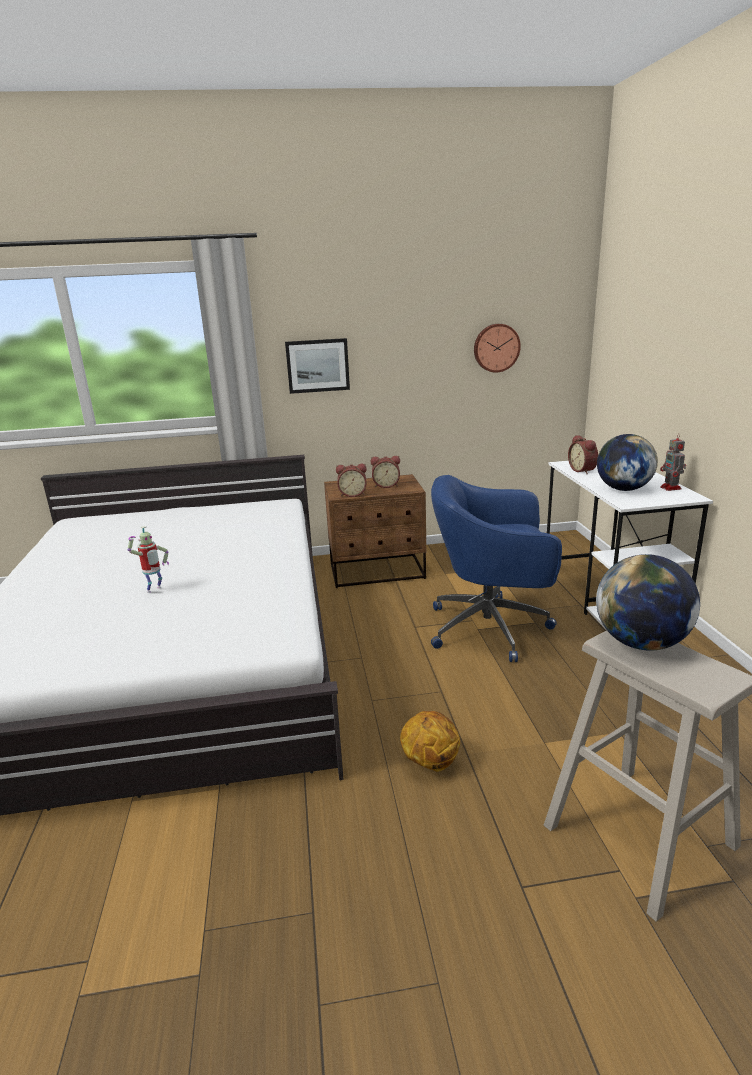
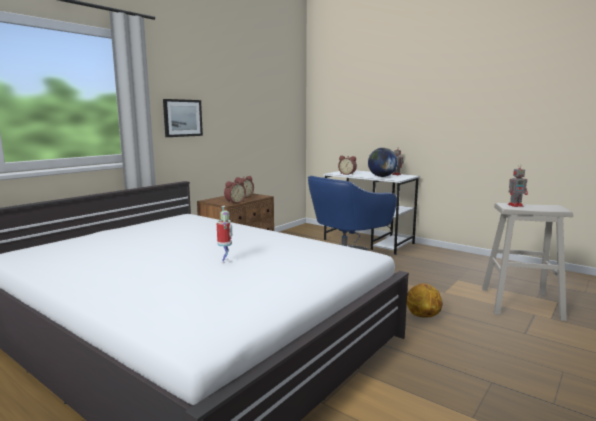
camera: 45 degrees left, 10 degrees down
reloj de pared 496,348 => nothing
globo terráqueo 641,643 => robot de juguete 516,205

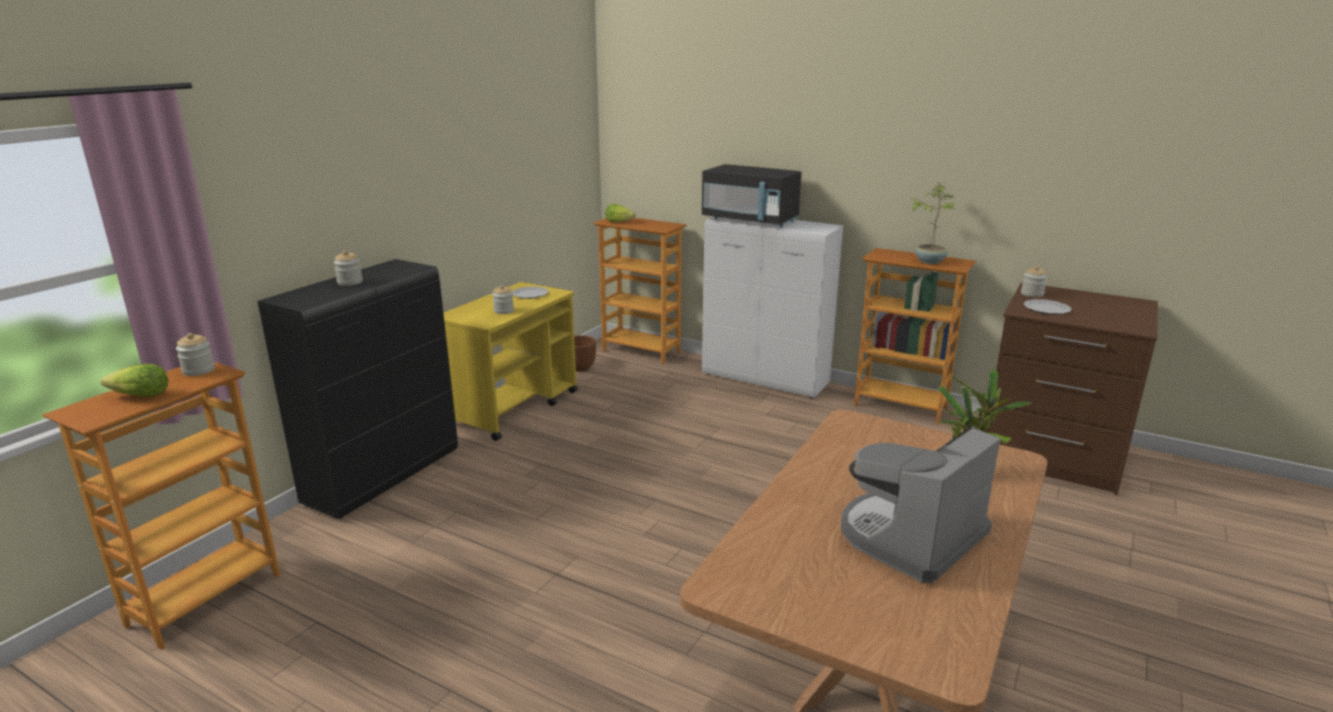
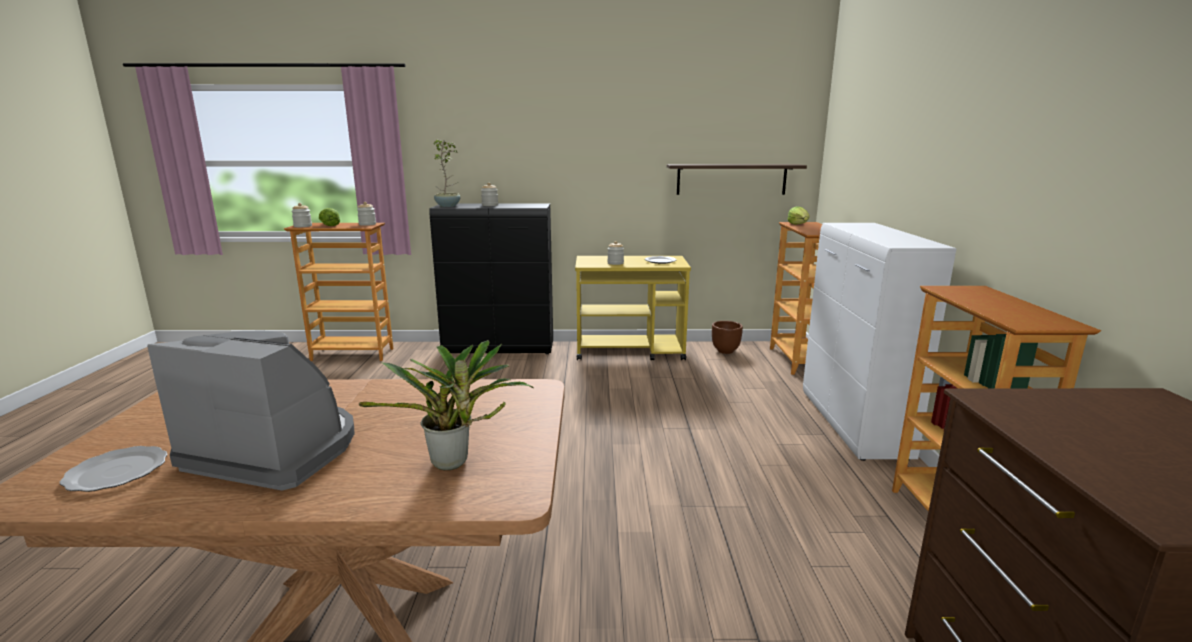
camera: 60 degrees right, 5 degrees down
microondas [negro] 750,220 => nothing
planta en maceta 929,261 => planta en maceta 448,206, relocated
tarro 1032,294 => tarro 303,226, relocated
plato 1047,309 => plato 115,472, relocated
nothing => estante 731,179

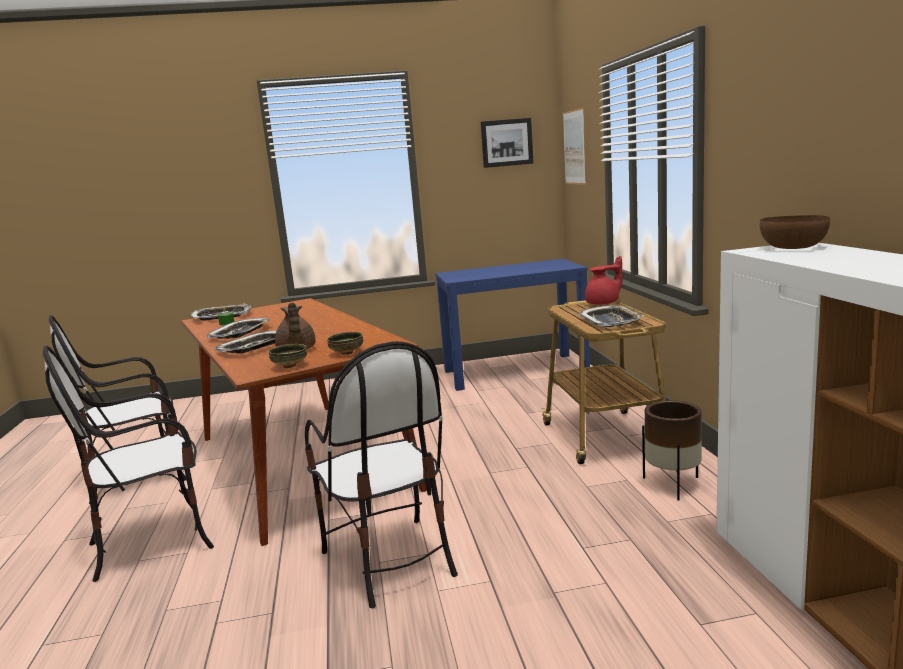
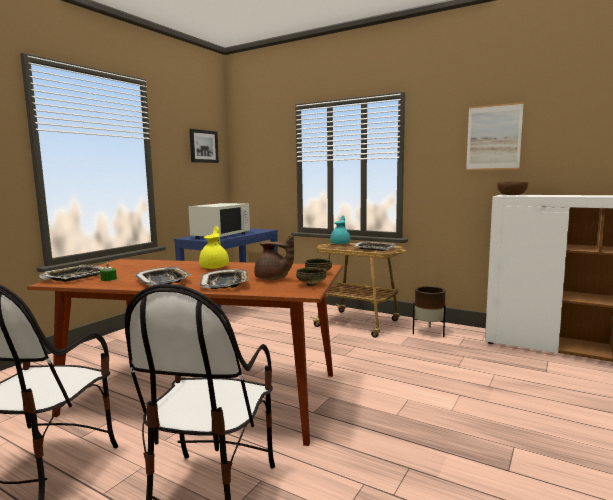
camera: 50 degrees left, 5 degrees down
cuadro 574,147 => cuadro 493,137, relocated
tetera [rojo] 604,303 => tetera [turquesa] 340,243
silla 389,560 => nothing
nothing => microondas [blanco] 221,236
nothing => tetera [amarillo] 215,267

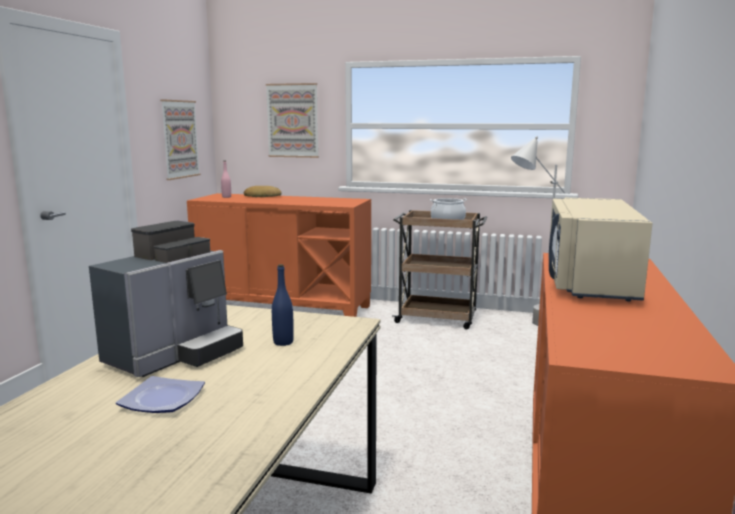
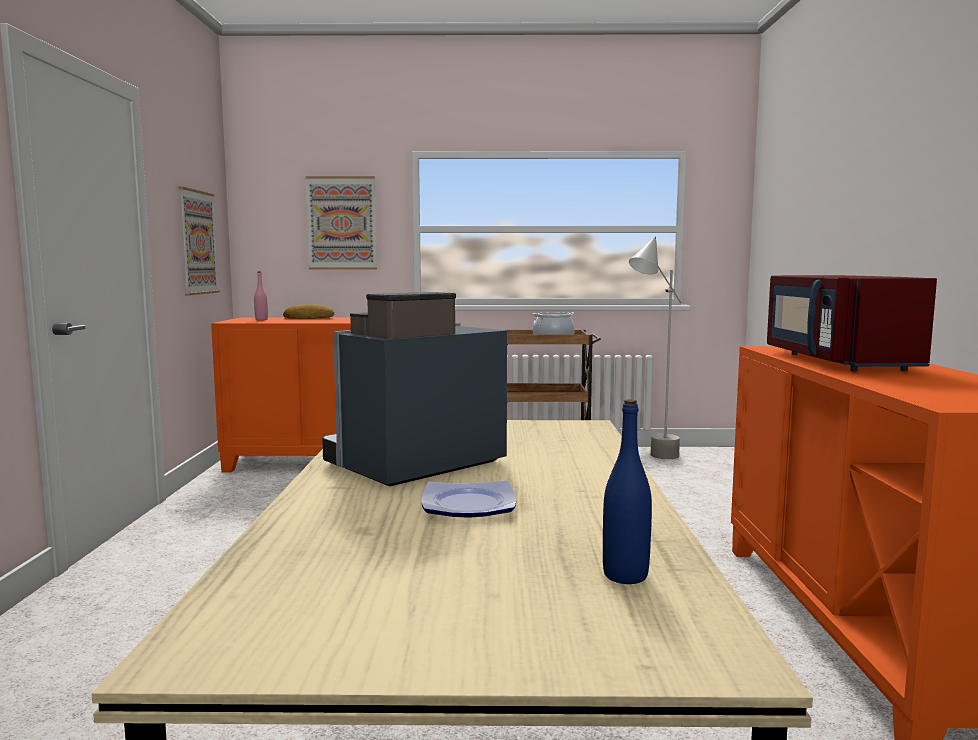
camera: 15 degrees left, 5 degrees down
microondas [beis] 588,282 => microondas [rojo] 836,361
cafetera 176,354 => cafetera 412,465, 150 degrees counterclockwise
botella [azul] 283,342 => botella [azul] 625,575, relocated

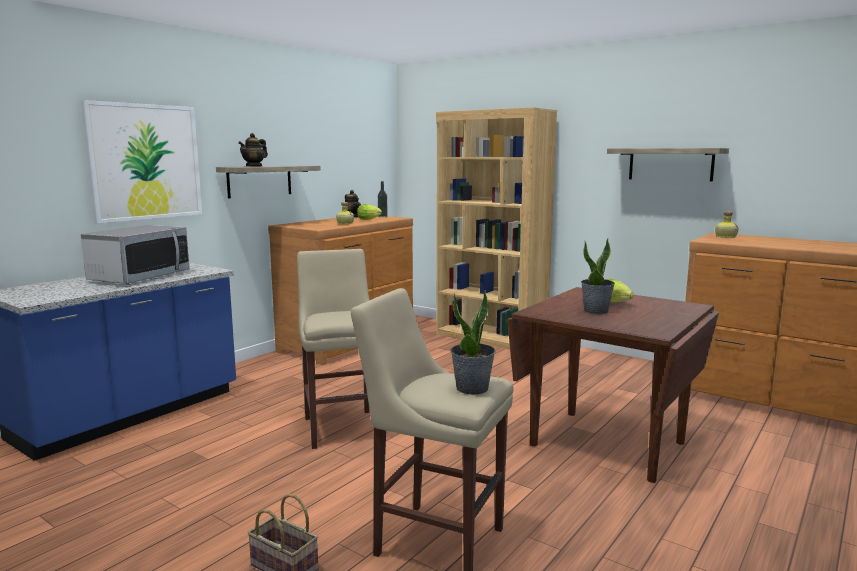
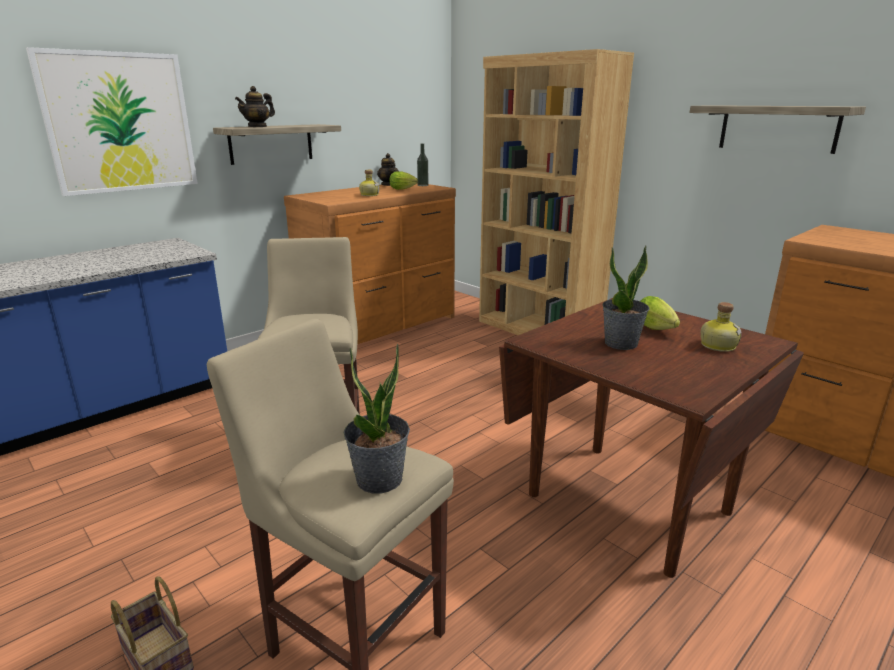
camera: 10 degrees right, 10 degrees up
botella 725,236 => botella 717,345, relocated
microondas 140,277 => nothing

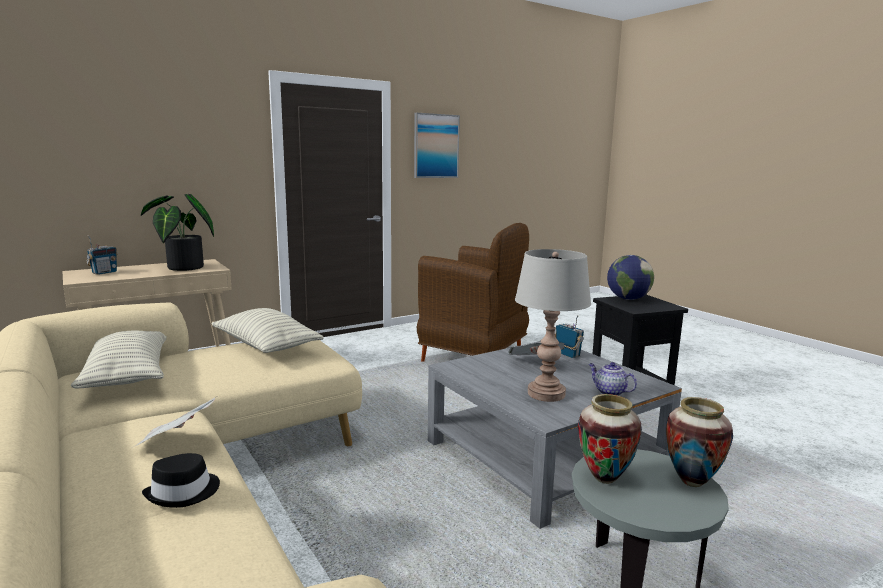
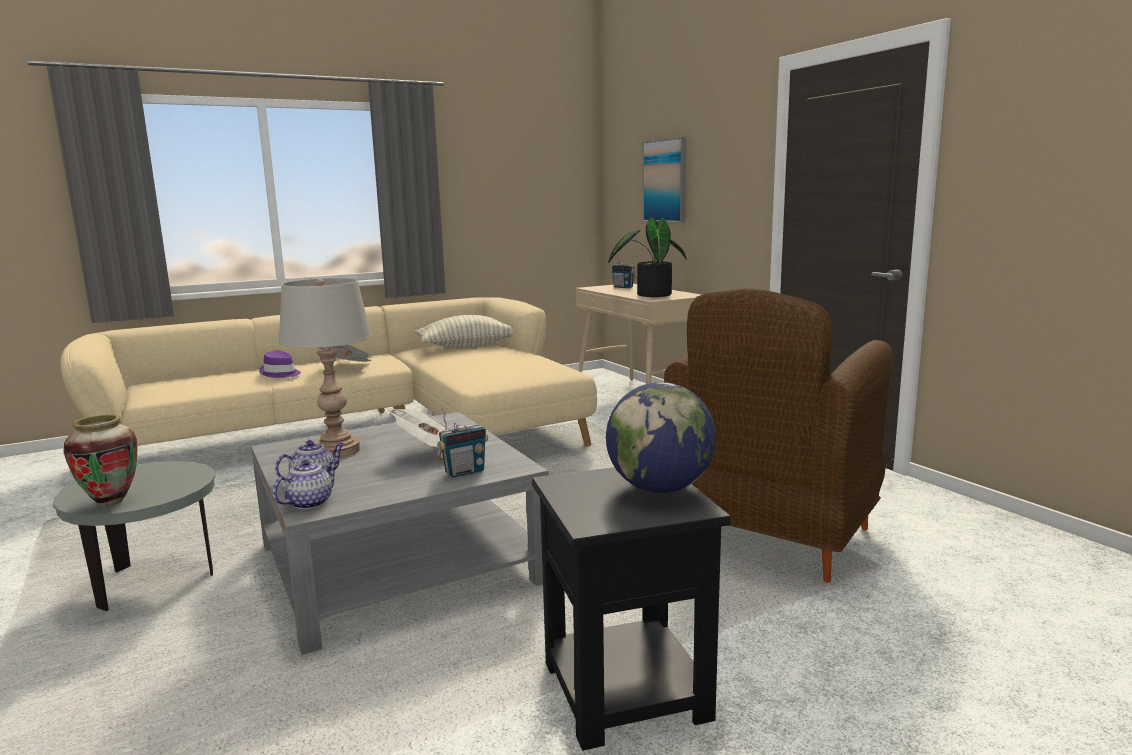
camera: 95 degrees right, 0 degrees up
cuadro 435,146 => cuadro 665,181, relocated
cojín 266,346 => nothing
florero 604,478 => nothing
sombrero [negro] 184,492 => sombrero [morado] 280,373
nothing => tetera 310,502

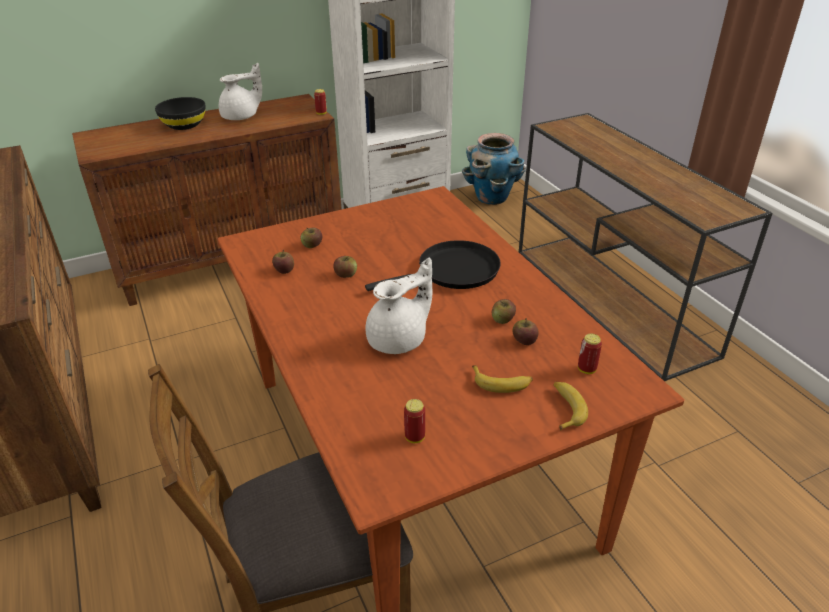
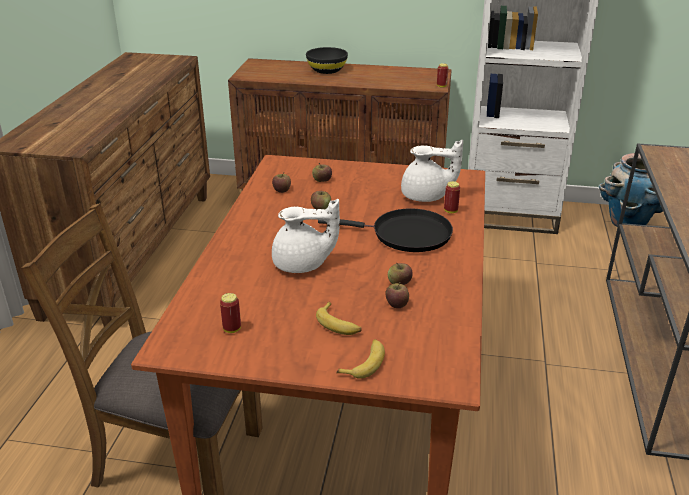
camera: 35 degrees right, 5 degrees down
tetera [blanco] 241,117 => tetera [blanco] 426,197, relocated
lata 586,369 => lata 450,211, relocated

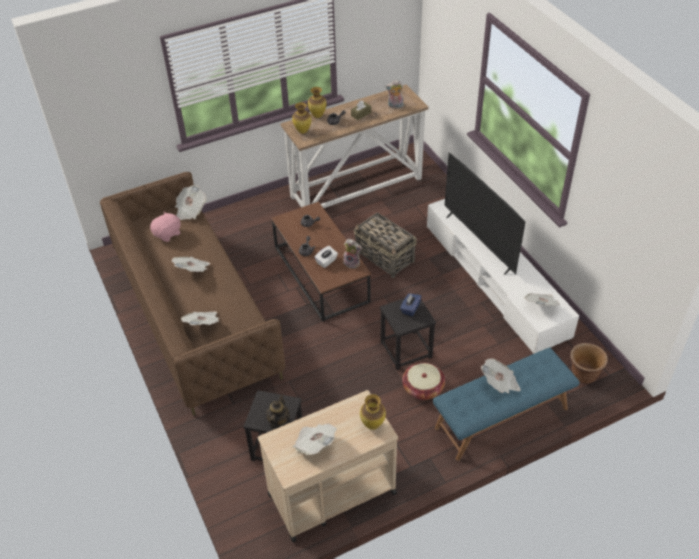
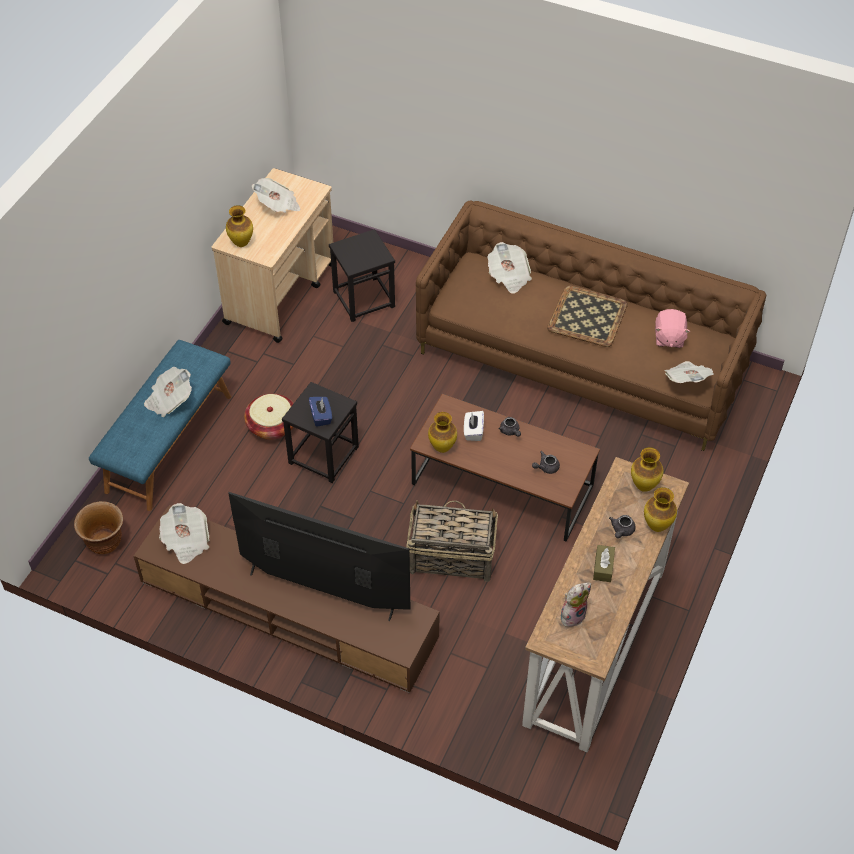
camera: 140 degrees right, 5 degrees up
mueble de televisión [blanco] 495,280 => mueble de televisión [marrón] 287,610
peluche 352,263 => florero 442,447
periódico 193,270 => bandeja 588,317
tetera 278,421 => nothing

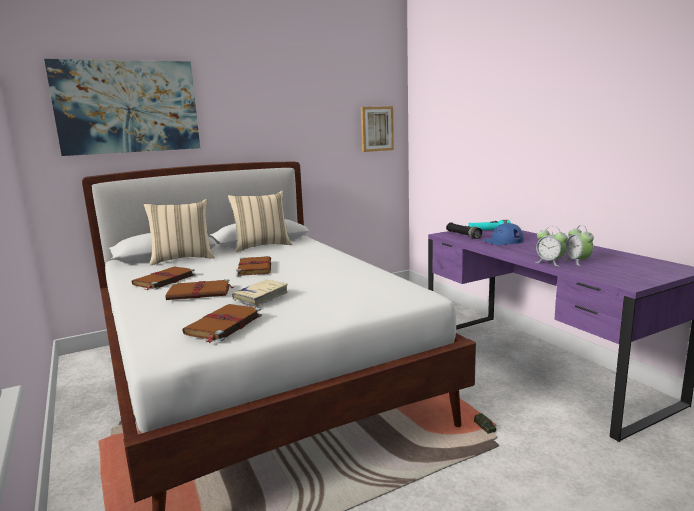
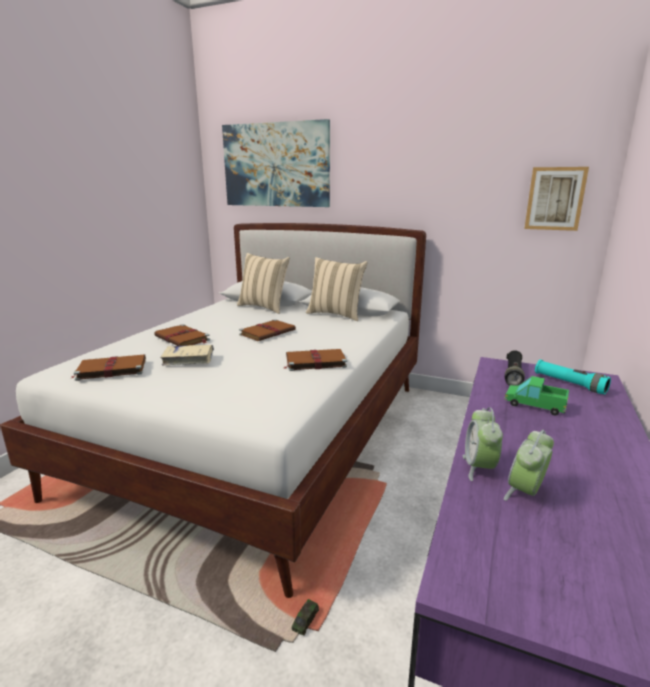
camera: 50 degrees right, 5 degrees up
gorra [azul] 502,241 => camión de juguete 534,405
libro [marrón] 164,280 => libro [marrón] 314,362, relocated

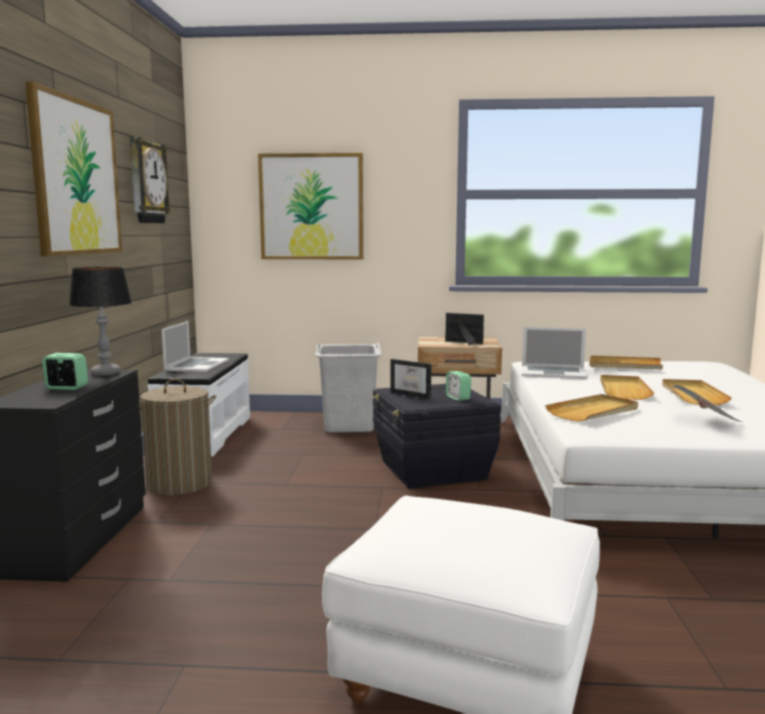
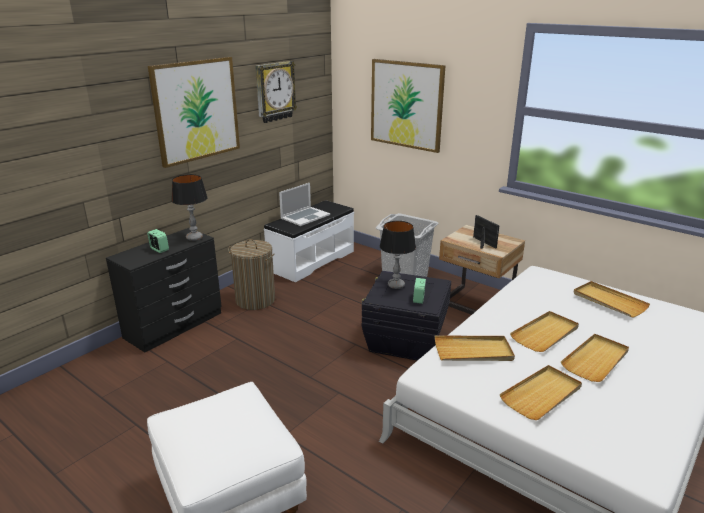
camera: 35 degrees right, 15 degrees up
portátil 553,372 => nothing
portarretratos 413,394 => lámpara de mesa 396,285
periódico 705,420 => bandeja [beis] 542,394

